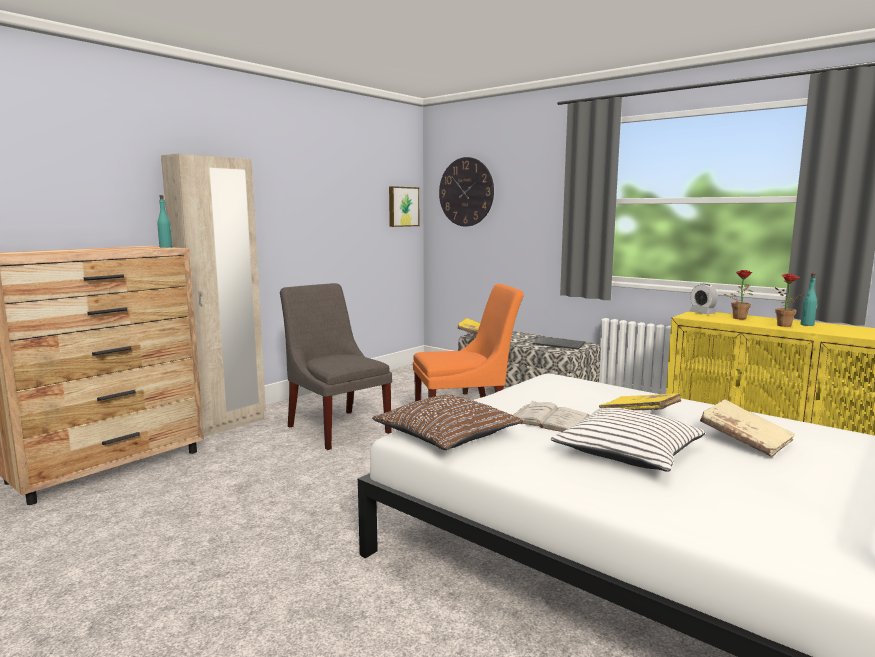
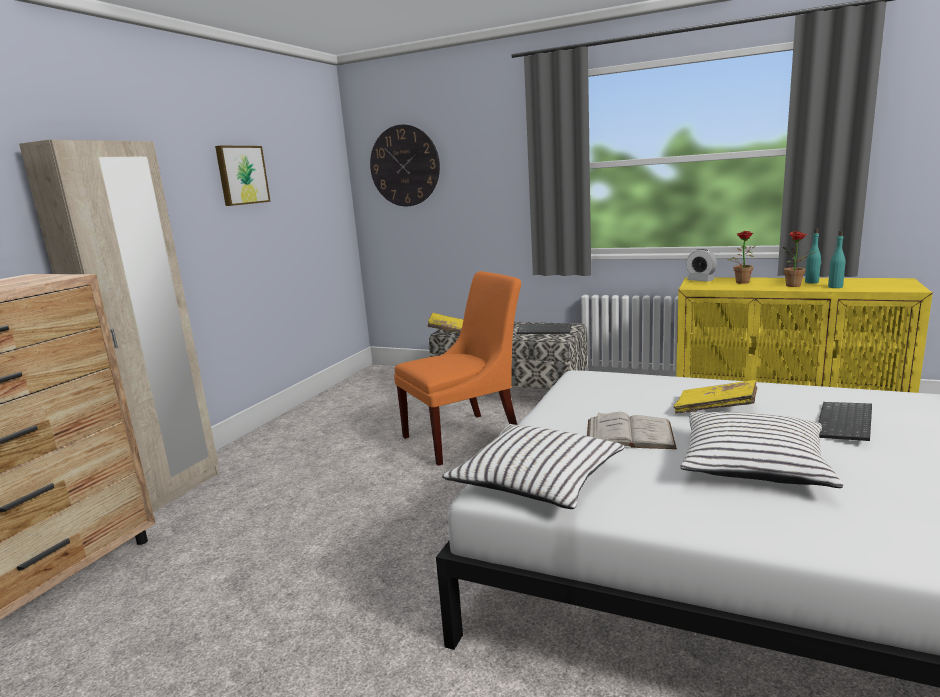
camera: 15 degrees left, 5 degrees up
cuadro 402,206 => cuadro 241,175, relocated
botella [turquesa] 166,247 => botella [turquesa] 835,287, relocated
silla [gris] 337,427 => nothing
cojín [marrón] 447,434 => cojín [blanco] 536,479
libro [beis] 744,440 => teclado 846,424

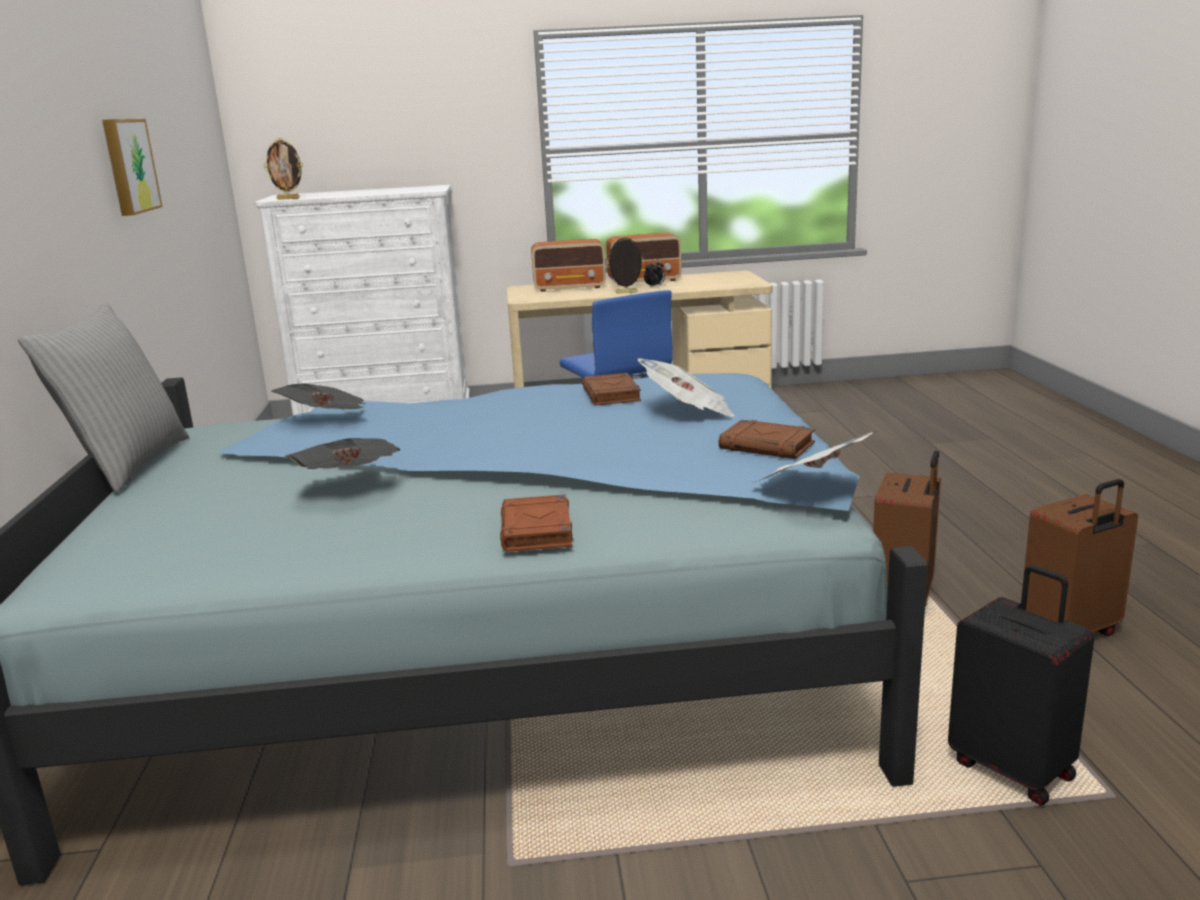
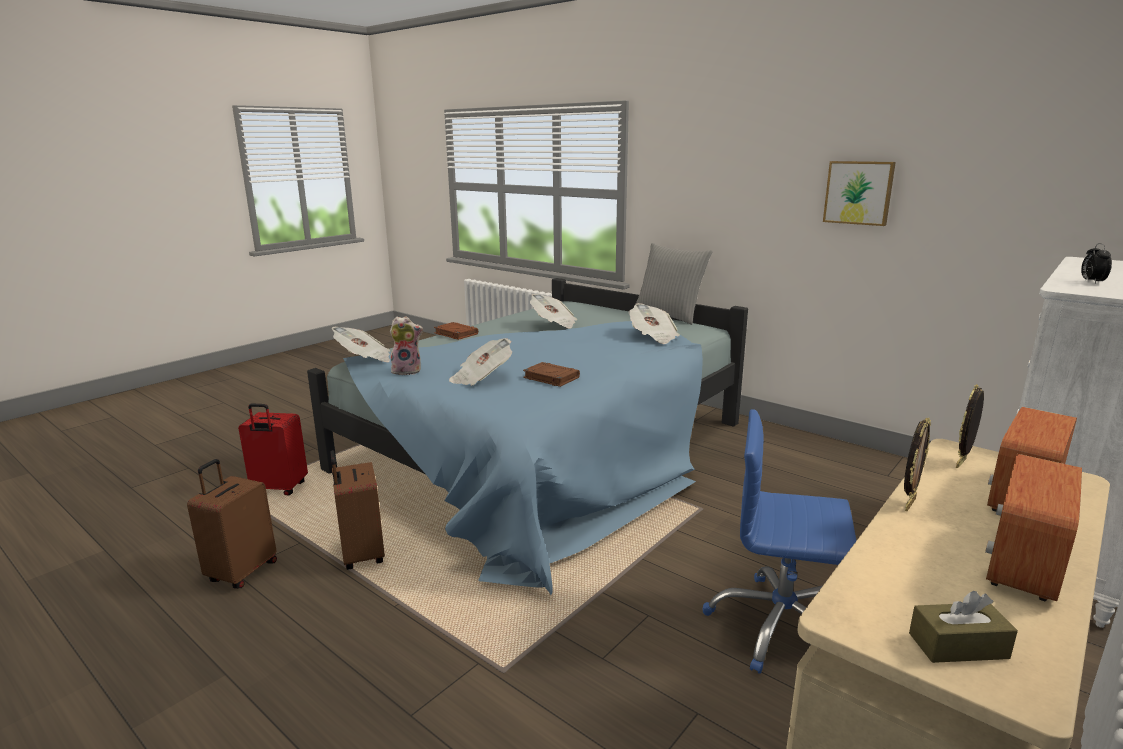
camera: 135 degrees right, 0 degrees up
portarretratos 288,199 => portarretratos 962,463, relocated
despertador 655,286 => despertador 1091,282, relocated
libro [marrón] 768,446 => peluche 407,371
maleta [negro] 1013,768 => maleta [rojo] 278,489
nothing => caja de pañuelos [marrón] 958,646

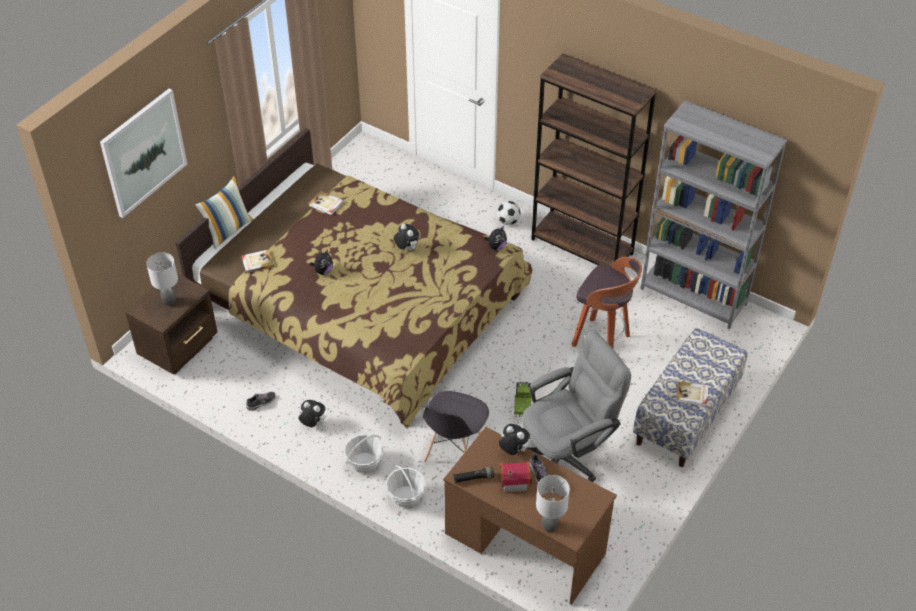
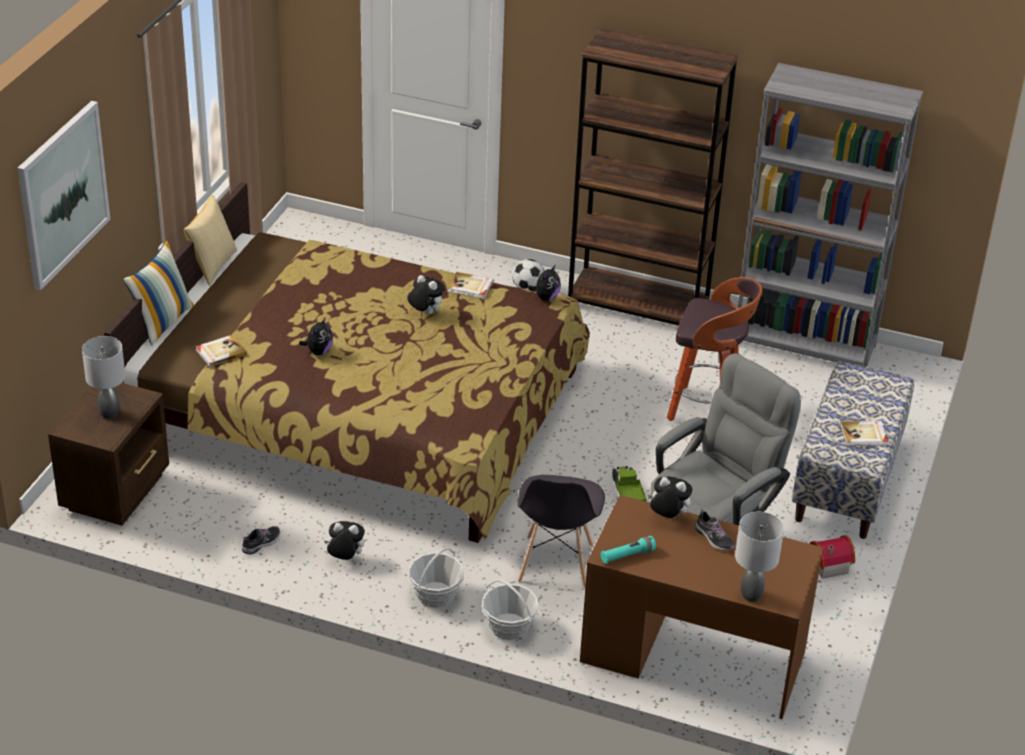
camera: 15 degrees left, 10 degrees down
libro 326,204 => libro 470,287, relocated
casita 513,480 => casita 827,564, relocated
linterna [negro] 473,478 => linterna [turquesa] 627,555
nothing => cojín 212,265

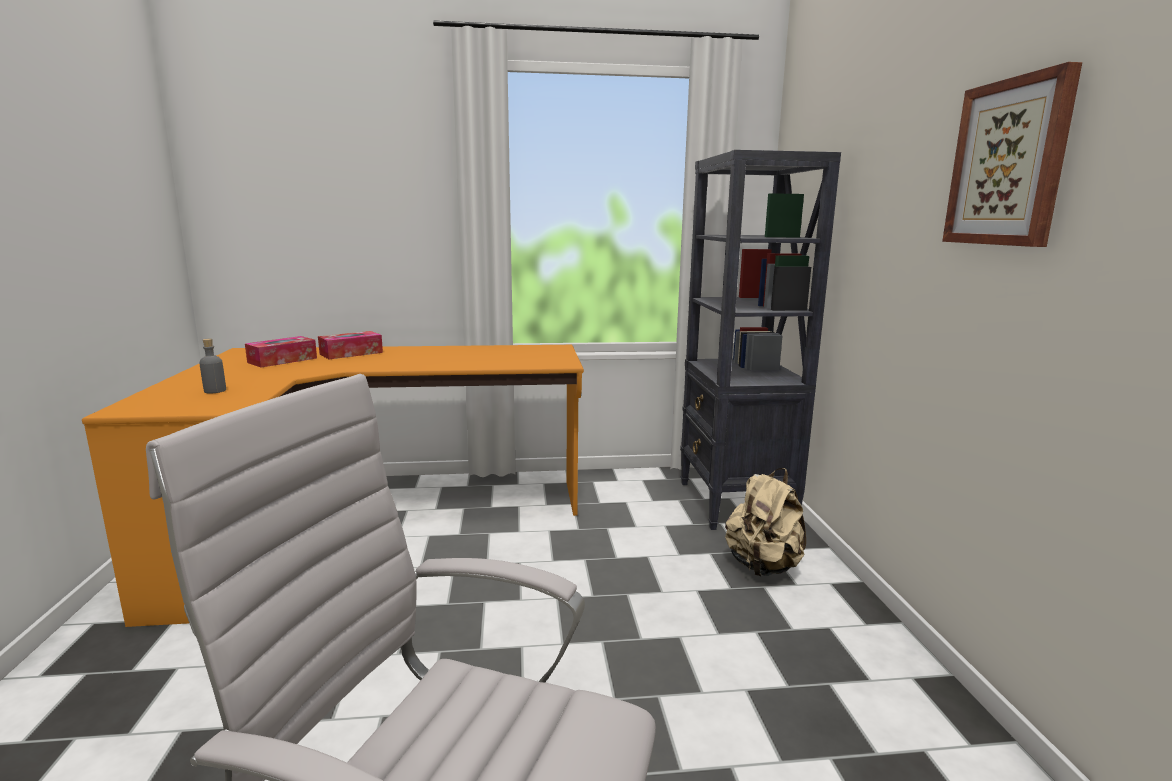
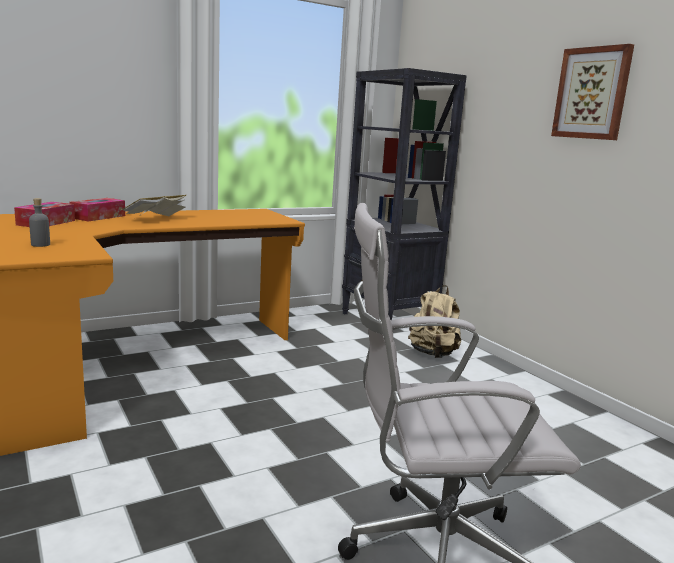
camera: 25 degrees left, 0 degrees up
nothing => libro 156,220

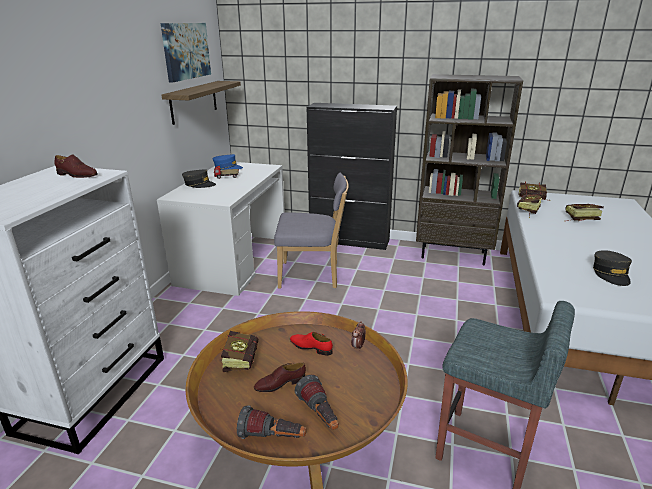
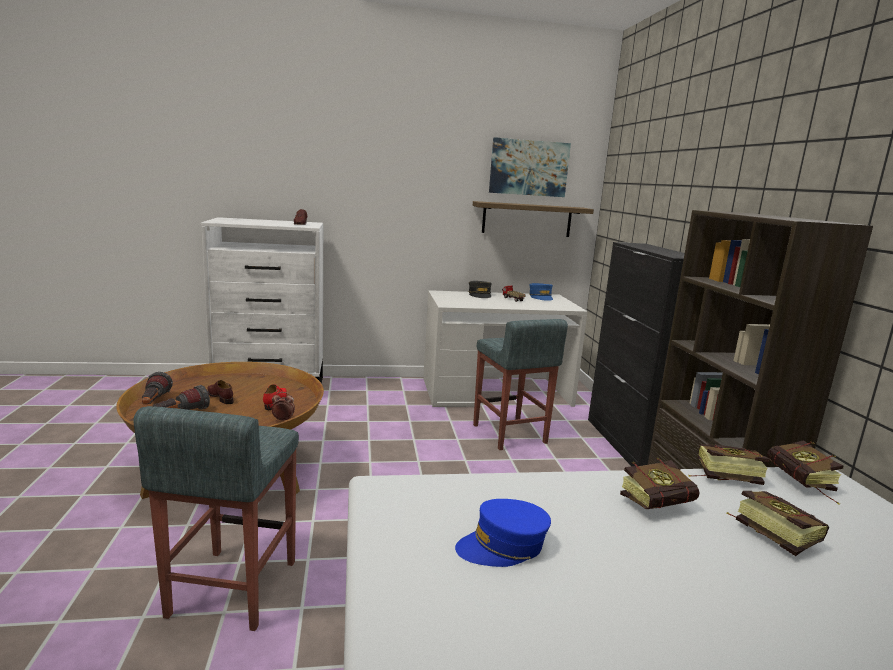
camera: 65 degrees right, 10 degrees down
silla [gris] 312,275 => taburete [gris] 509,434
gorra [gris] 611,274 => gorra [azul] 503,546
libro 242,359 => libro 662,504, relocated

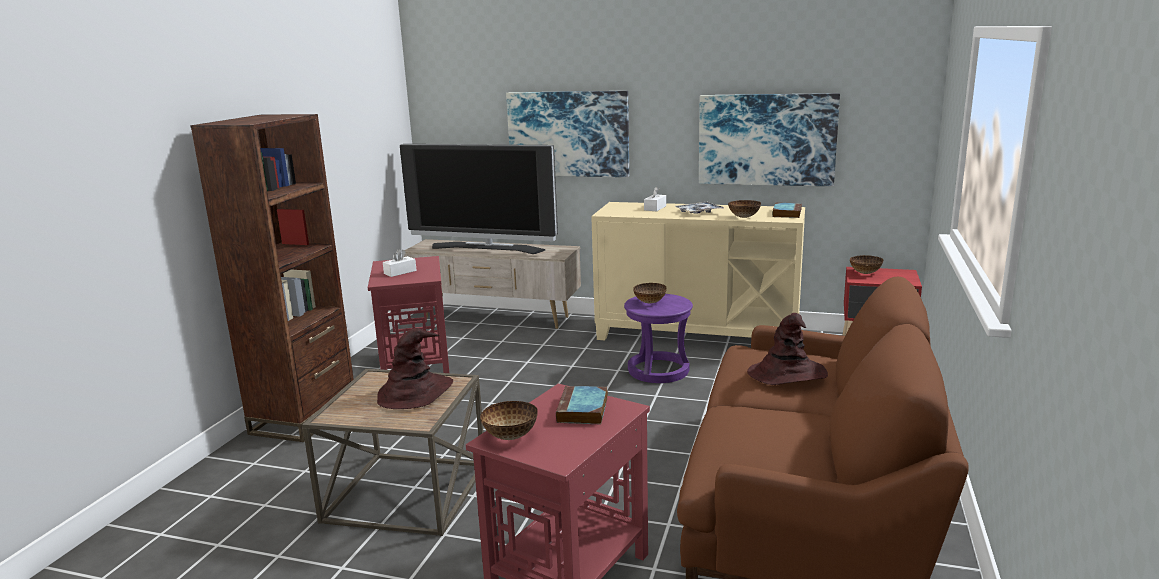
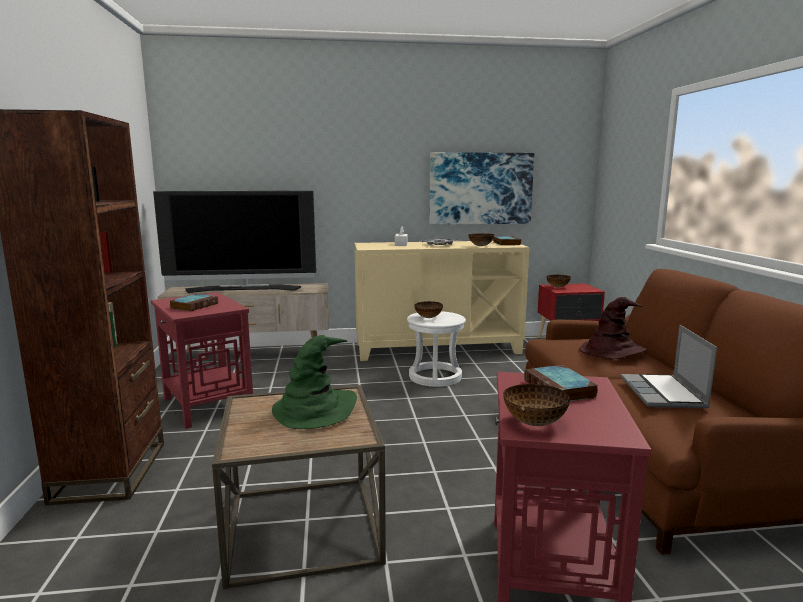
camera: 25 degrees left, 5 degrees down
cuadro 568,134 => nothing
caja de pañuelos [blanco] 400,272 => libro 194,305
taburete [morado] 658,370 => taburete [blanco] 435,376
sombrero [marrón] 415,393 => sombrero [verde] 314,410
nothing => portátil 664,393

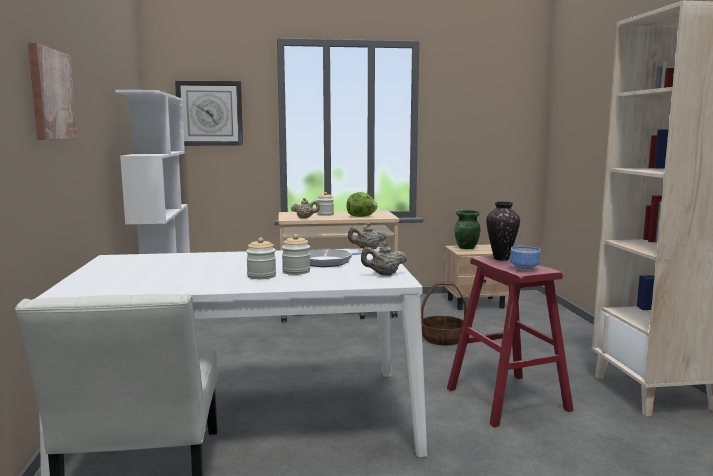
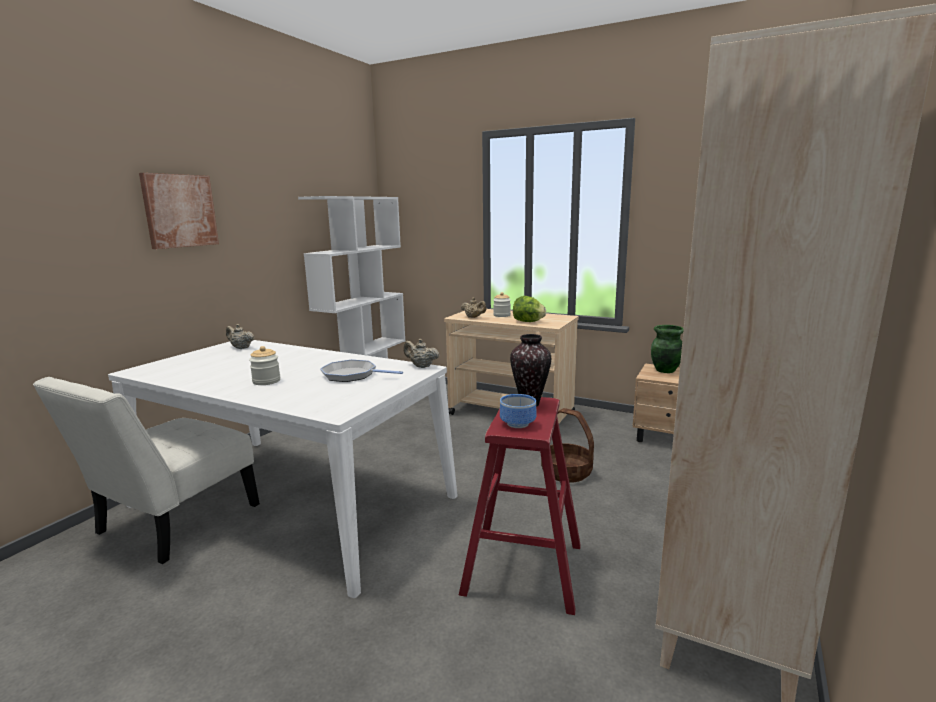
camera: 35 degrees right, 5 degrees up
reloj de pared 210,113 => nothing
tarro 296,271 => nothing
tetera [beis] 384,274 => tetera [beis] 241,348, relocated

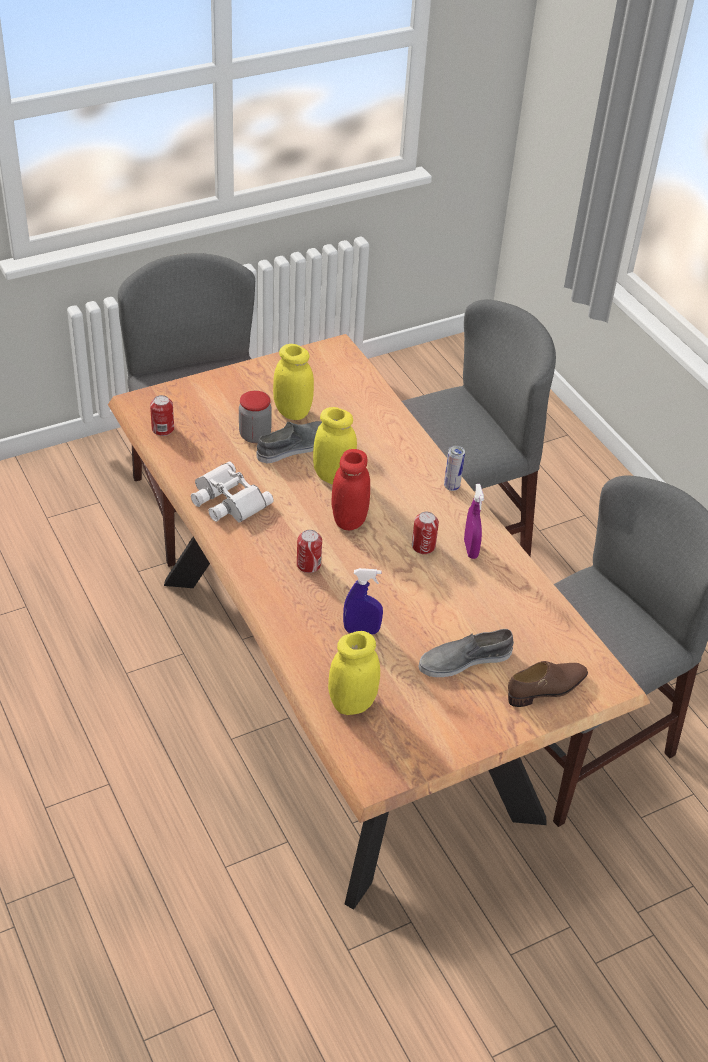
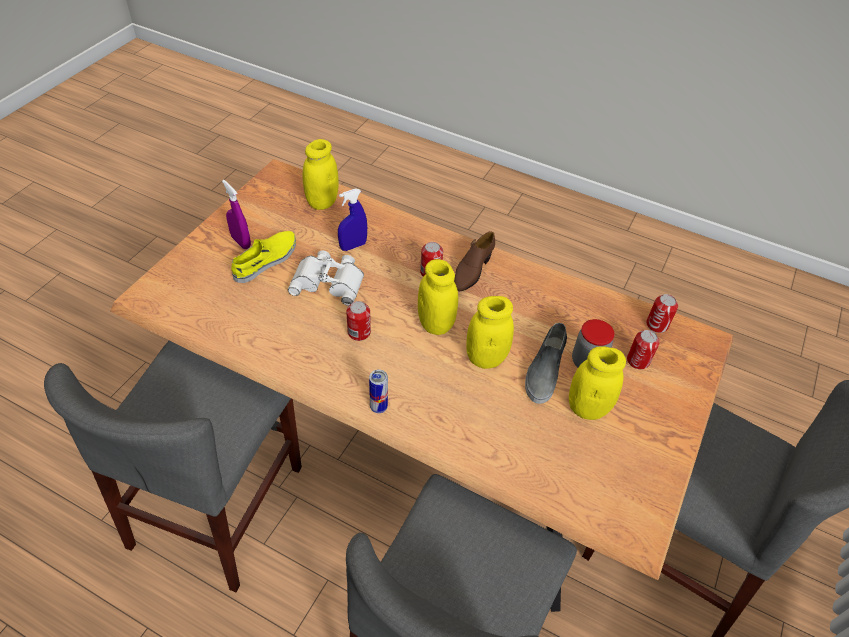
camera: 145 degrees right, 5 degrees up
tarro [rojo] 349,520 => tarro [amarillo] 435,324
prismáticos [blanco] 227,500 => prismáticos [blanco] 329,281, relocated
pulverizador [morado] 470,549 => pulverizador [morado] 241,242, relocated
zapato [gris] 464,660 => zapato [amarillo] 266,260
zapato [marrón] 547,689 => zapato [marrón] 472,270, relocated
nothing => lata 638,360

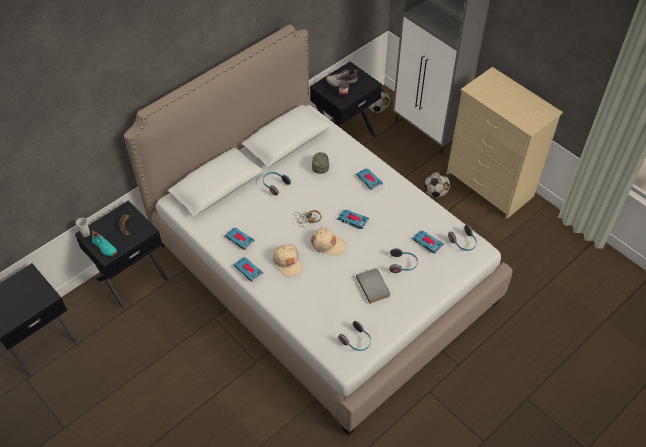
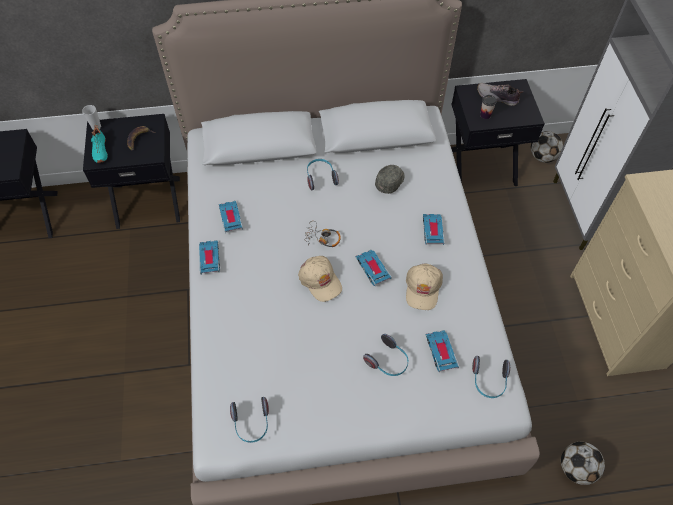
camera: 35 degrees right, 5 degrees up
balón de fútbol 435,193 => balón de fútbol 576,468, relocated
gorra [beis] 288,262 => gorra [beis] 423,288, relocated
libro [gris] 374,286 => nothing

